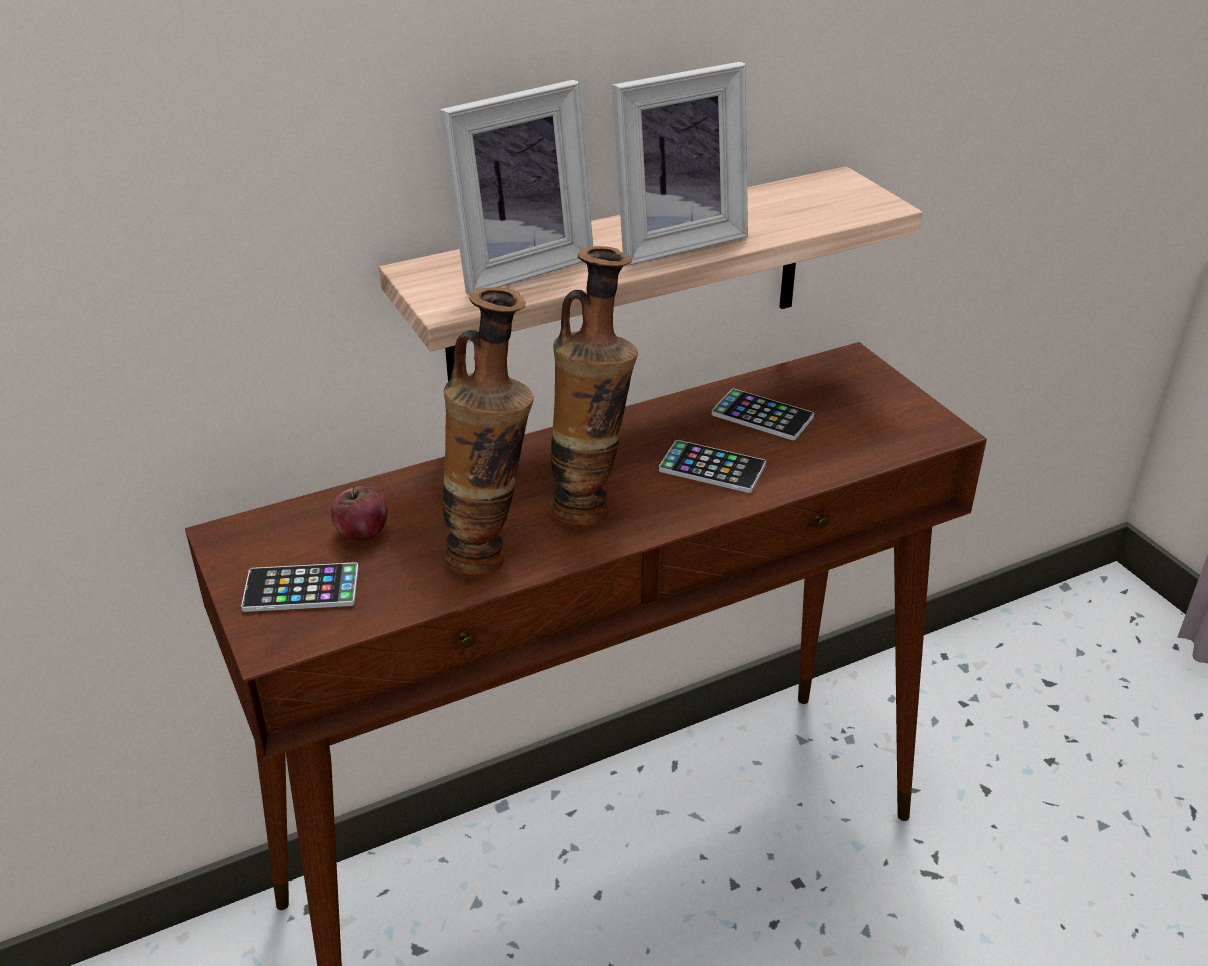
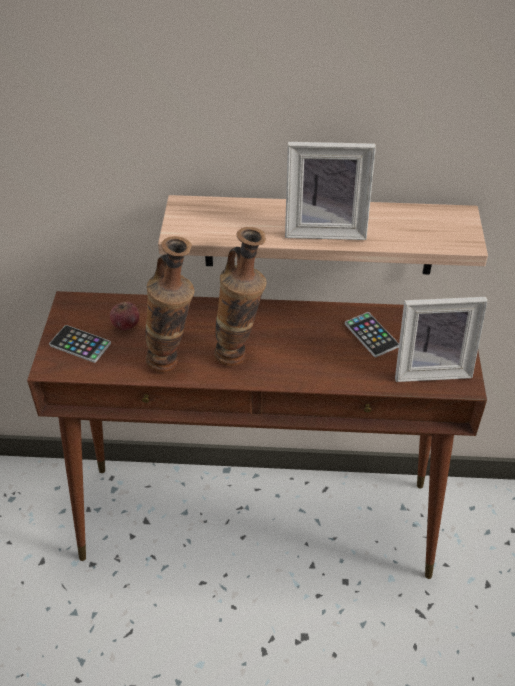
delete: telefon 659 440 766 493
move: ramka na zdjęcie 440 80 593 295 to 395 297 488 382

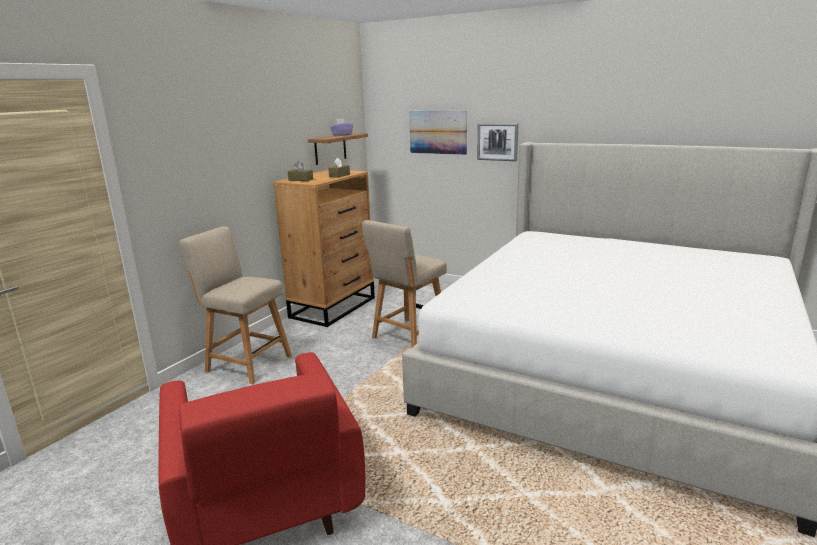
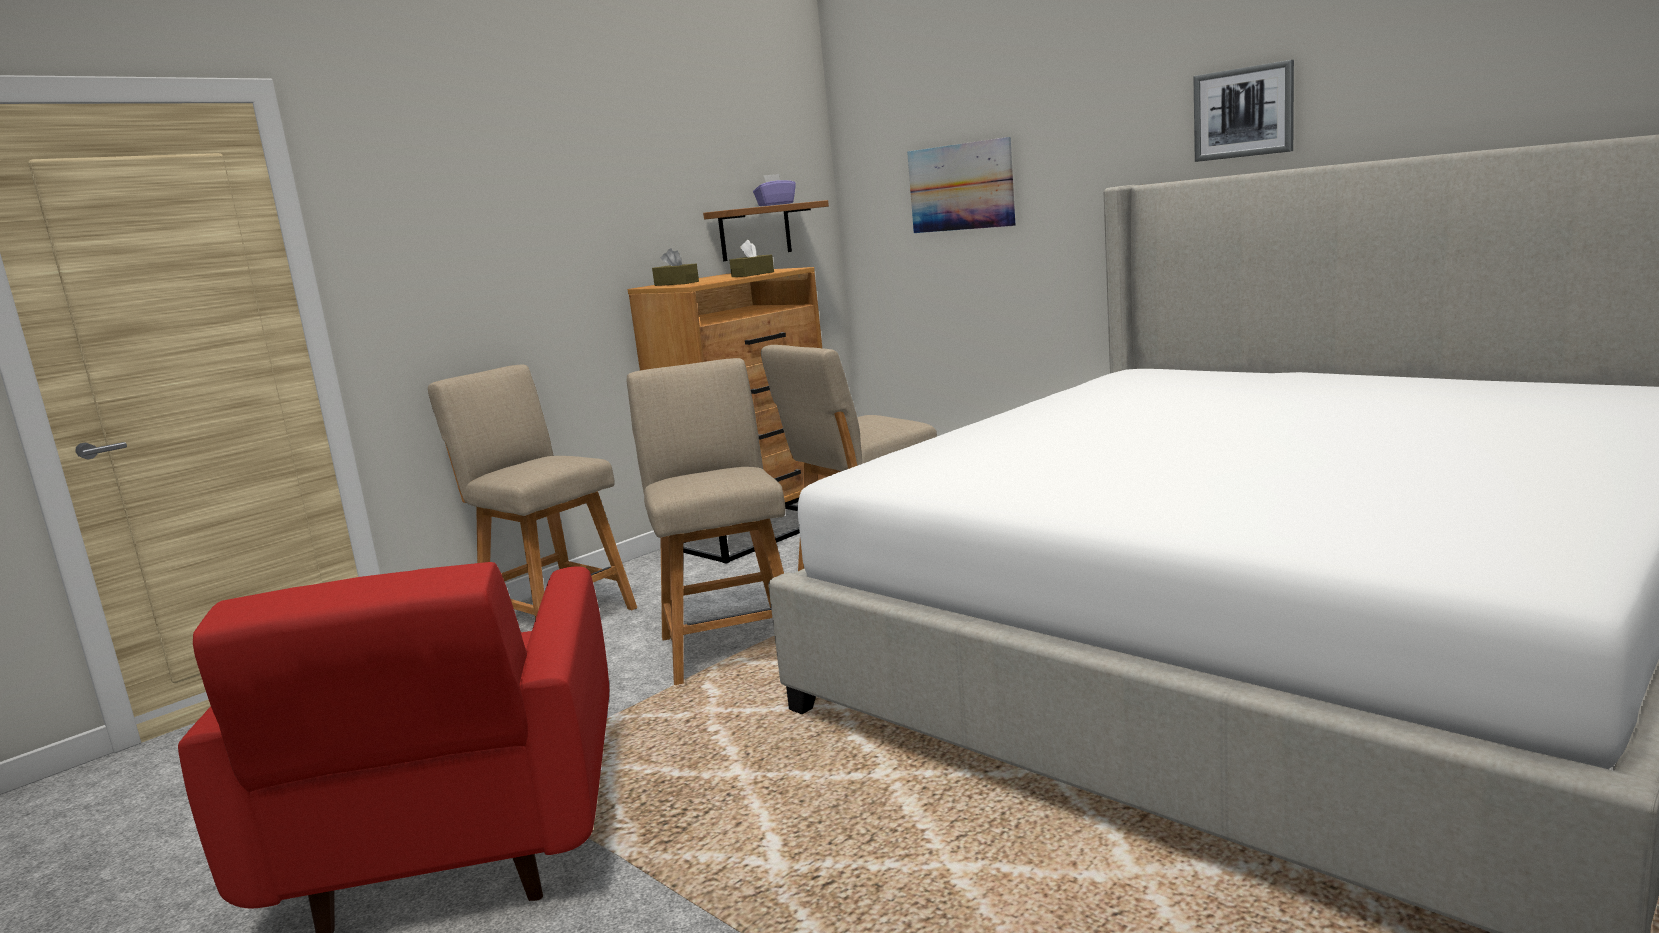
insert: krzesło (beżowy) 626 358 785 685
move: obraz 477 123 519 161 to 1194 60 1294 162

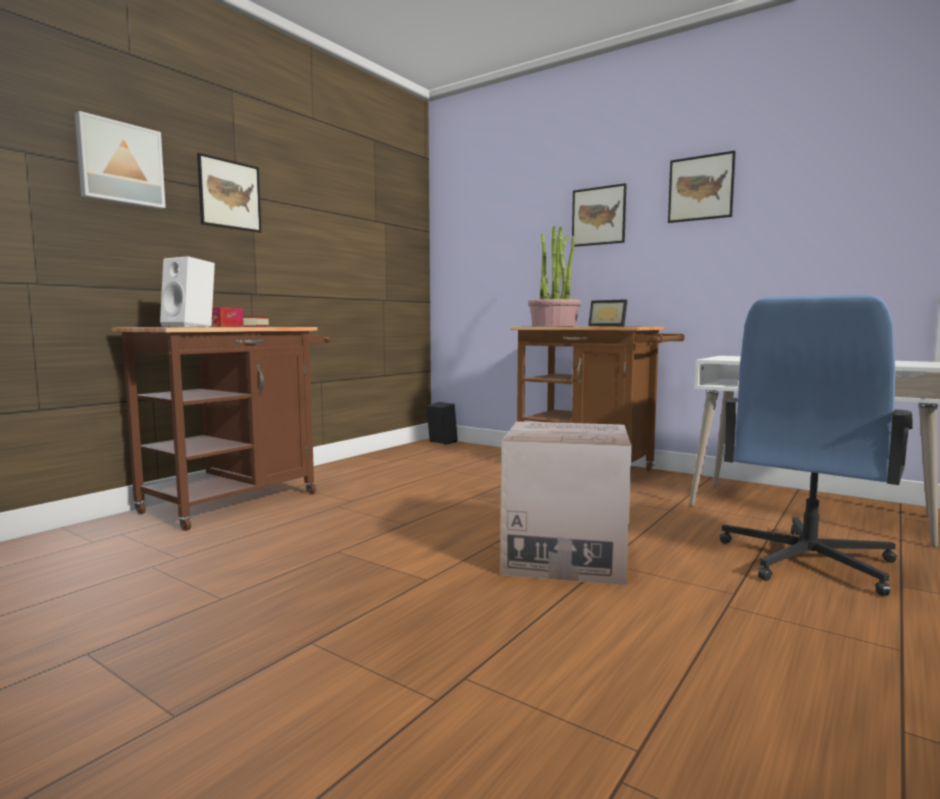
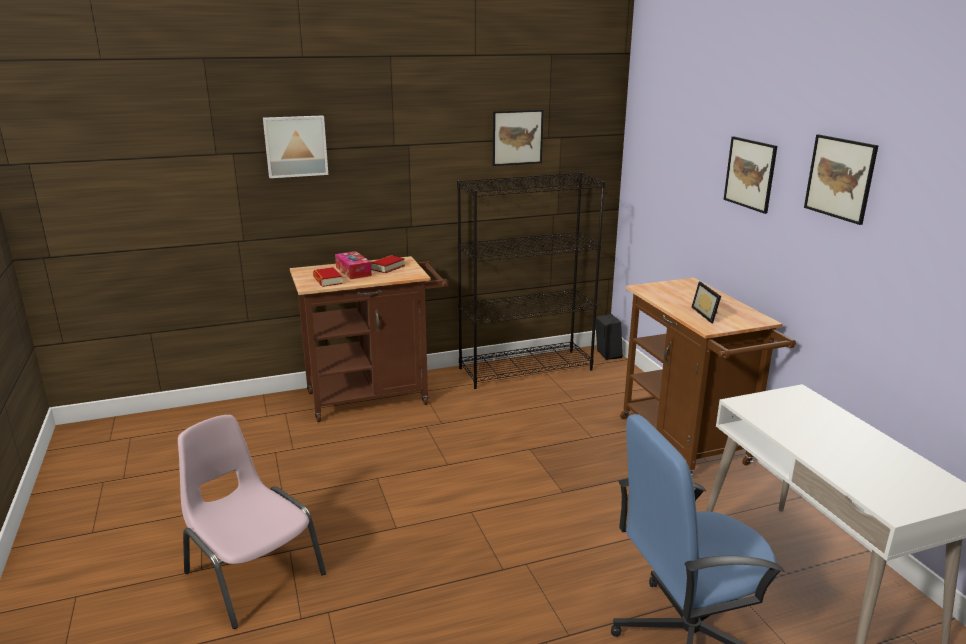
delete: karton 500 421 632 586; roślina doniczkowa 528 226 581 326
insert: krzesło (różowy) 178 415 326 629; regał (czarny) 457 172 605 389
move: obraz 197 153 262 233 to 493 110 544 166
replace: głośnik (biały) 160 256 215 327 to książka 313 267 342 287

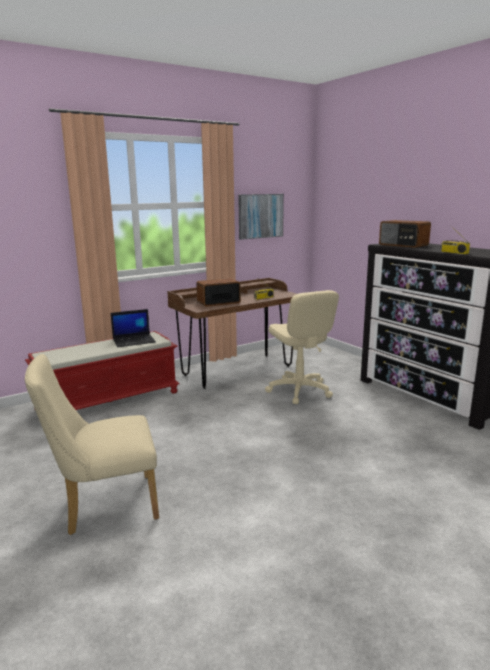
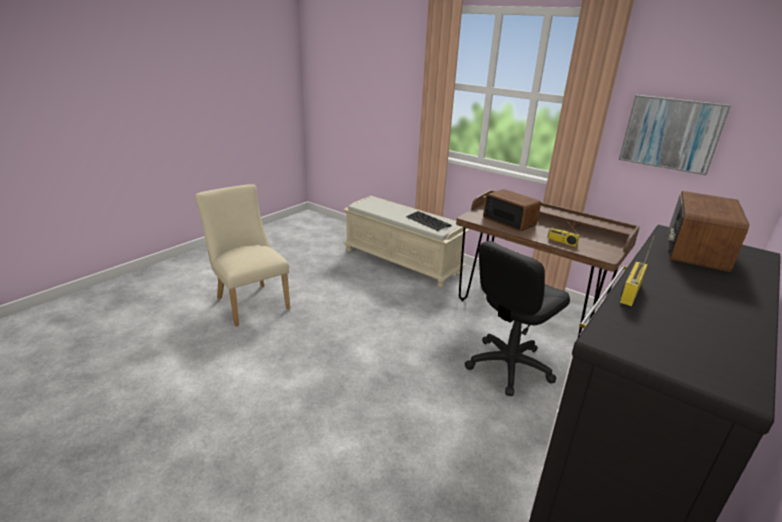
replace: laptop 111 309 156 347 to klawiatura 406 211 452 231
recolor: ławka (czerwony) 25 331 180 411 to ławka (beżowy) 343 196 470 288; krzesło biurowe (beżowy) 265 290 339 404 to krzesło biurowe (czarny) 465 241 570 396

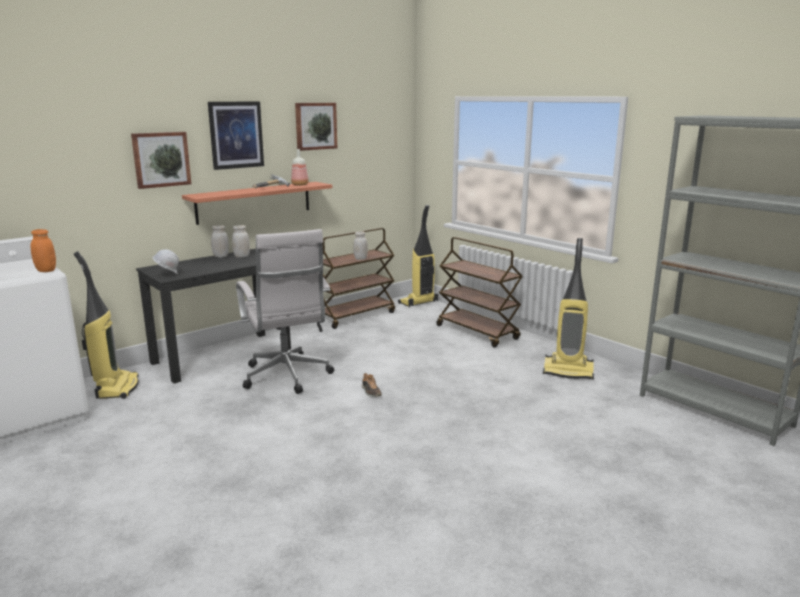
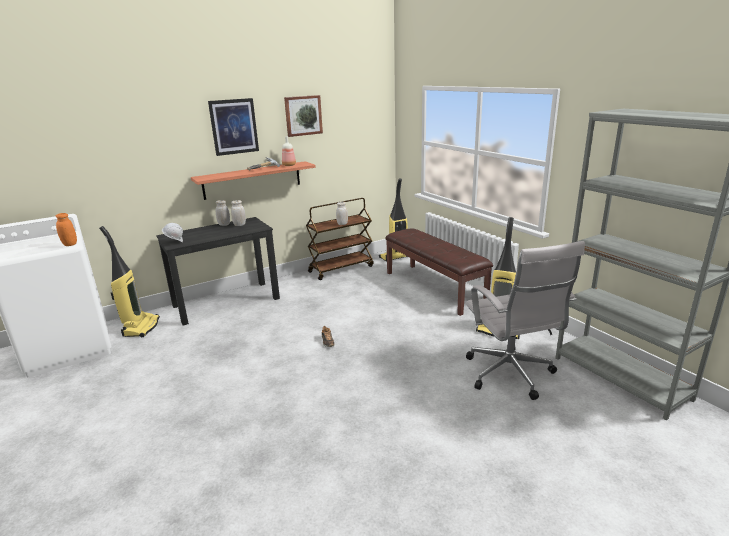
delete: obraz 131 132 191 189
move: krzesło biurowe (biały) 236 229 334 394 to 466 241 585 400
replace: wózek (brązowy) 436 237 523 348 to ławka (brązowy) 385 229 493 316

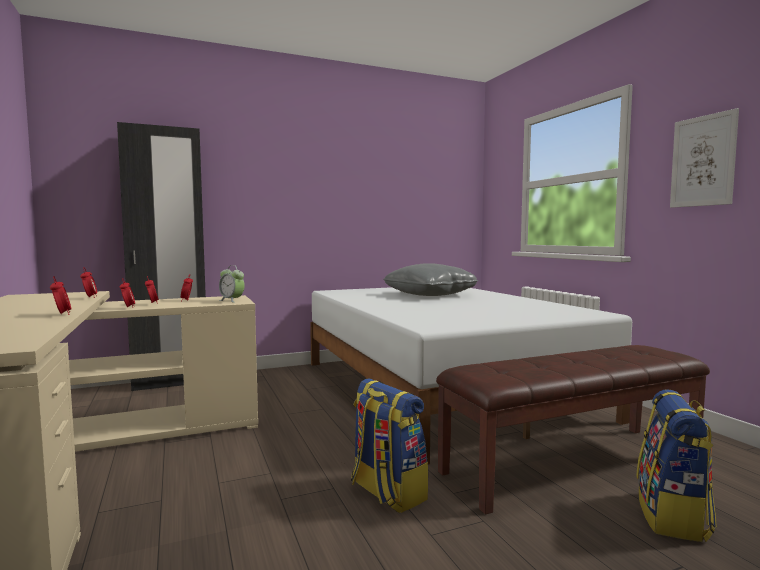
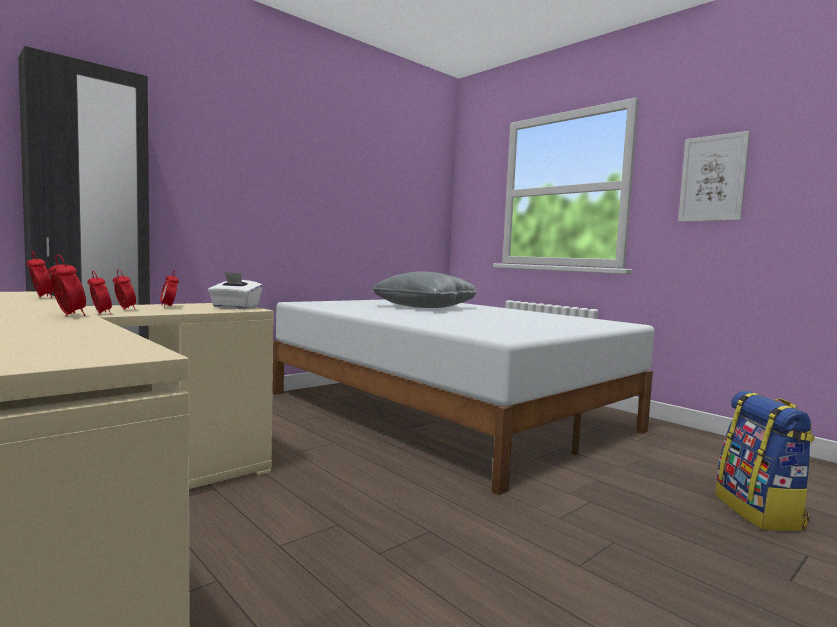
delete: plecak 351 378 428 513; ławka (brązowy) 436 345 710 515
replace: budzik 219 265 245 303 to pudełko chusteczek (biały) 208 272 263 309

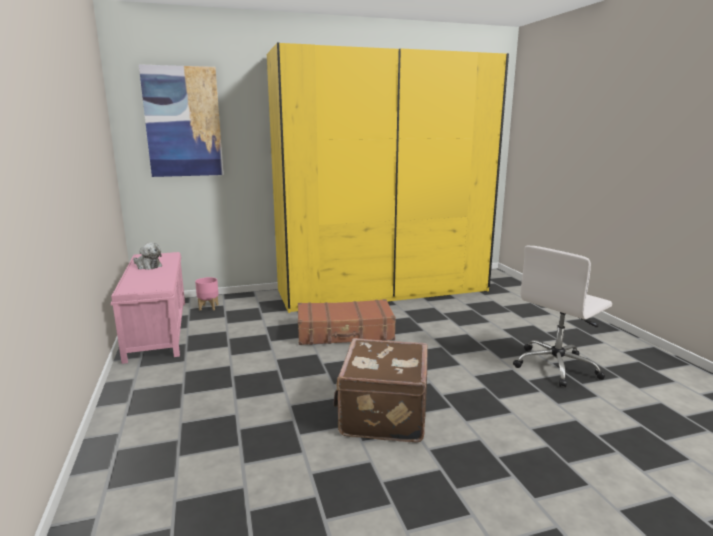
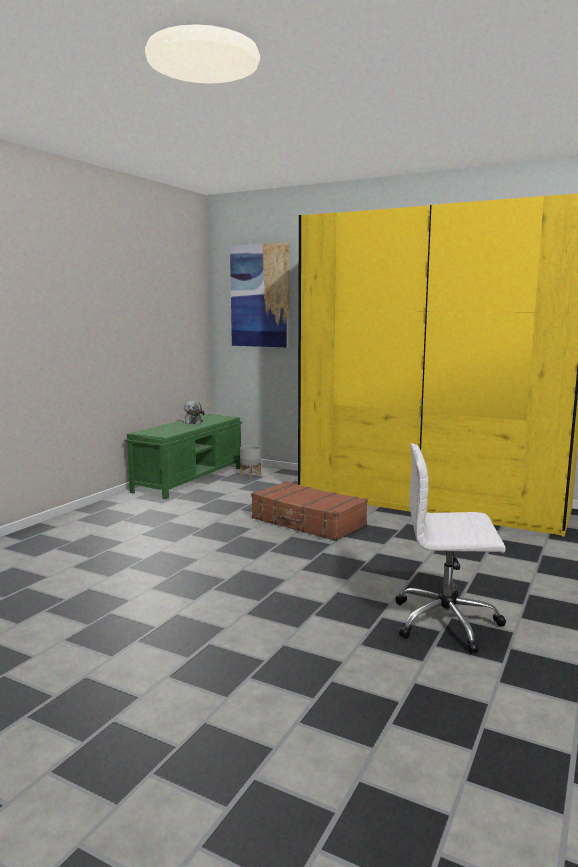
delete: walizka (brązowy) 333 338 428 443
recolor: ławka (różowy) 111 252 185 364 to ławka (zielony) 125 414 242 499; donica (różowy) 195 277 219 311 to donica (szary) 240 445 261 478

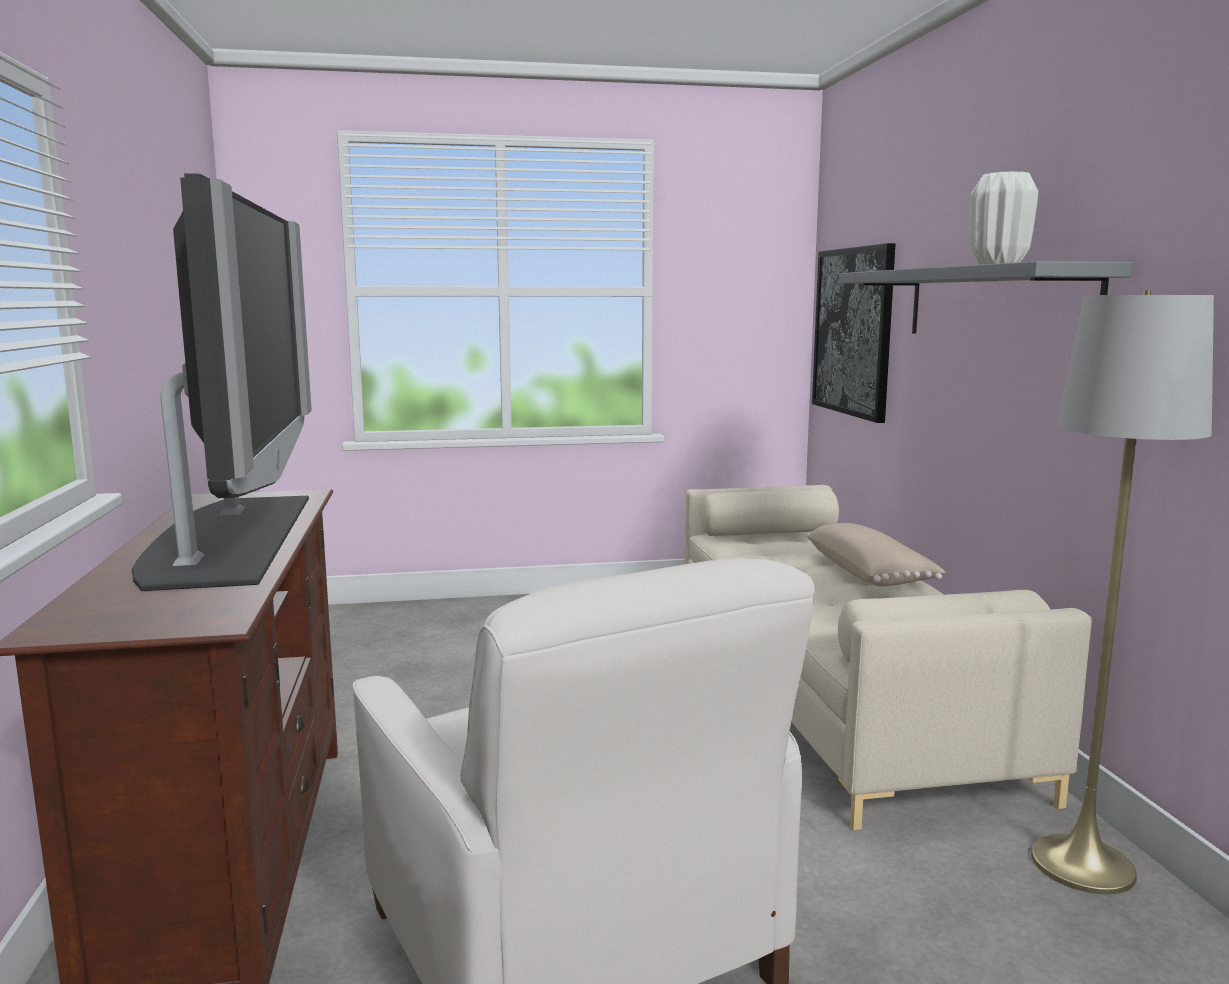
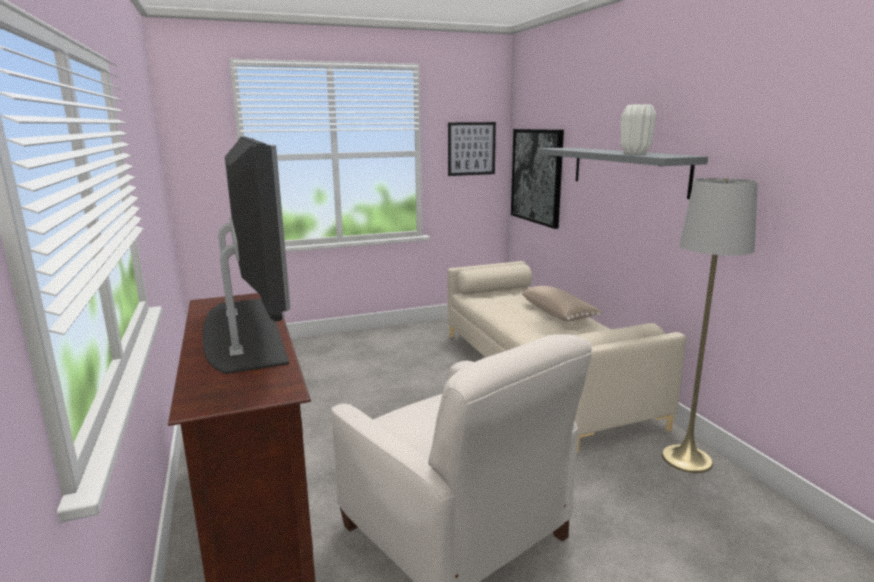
insert: obraz 448 122 496 176

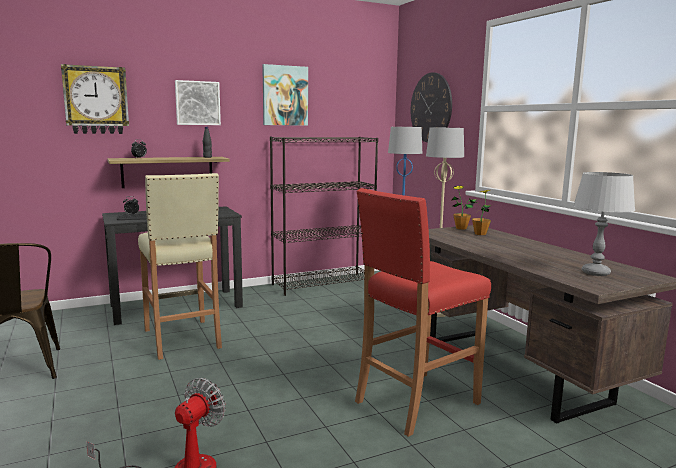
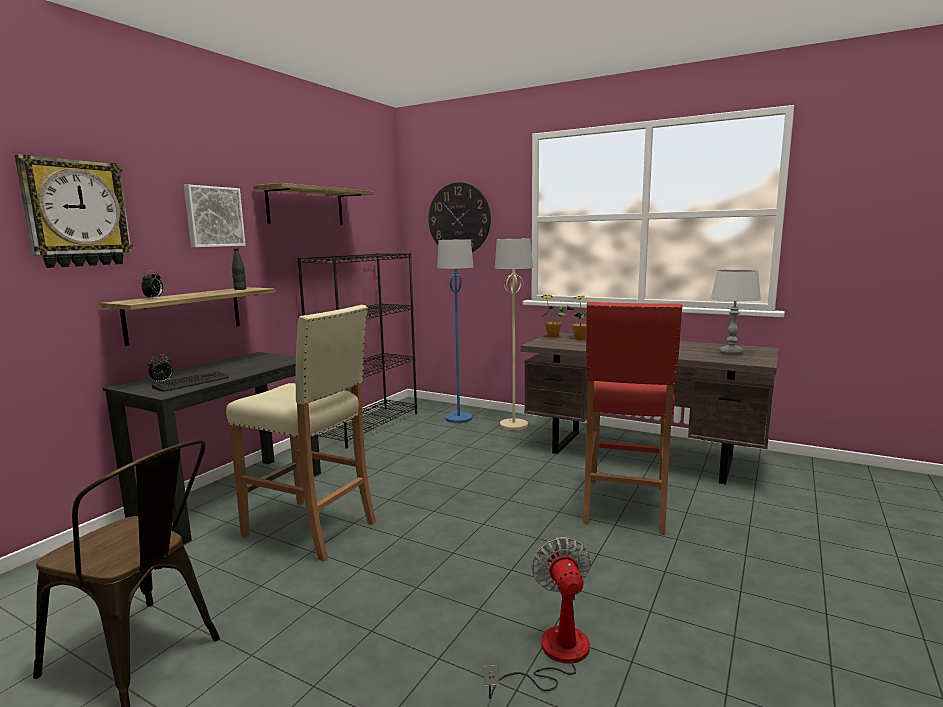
replace: obraz 262 64 308 126 to półka 253 183 374 224

